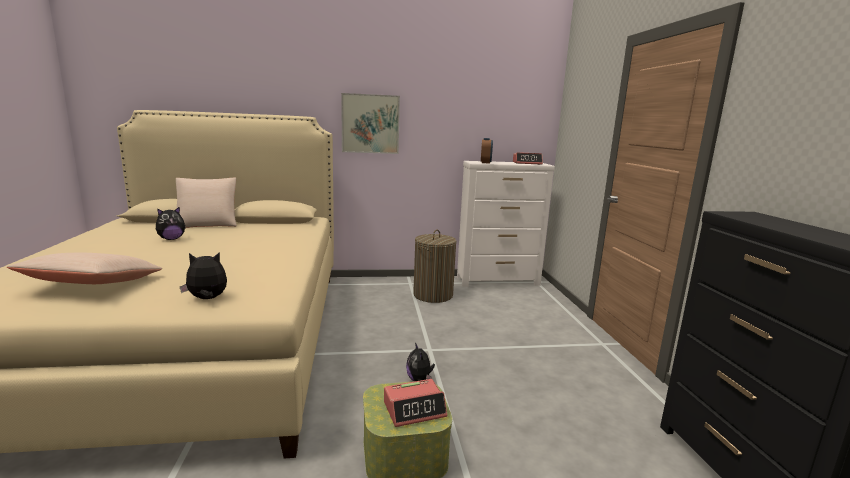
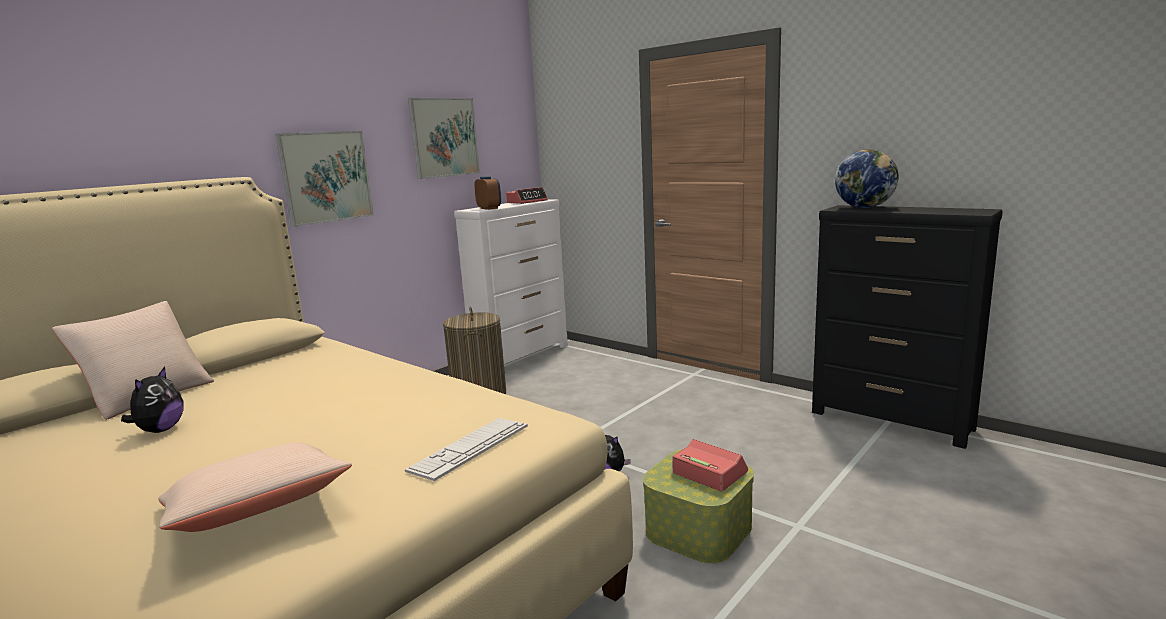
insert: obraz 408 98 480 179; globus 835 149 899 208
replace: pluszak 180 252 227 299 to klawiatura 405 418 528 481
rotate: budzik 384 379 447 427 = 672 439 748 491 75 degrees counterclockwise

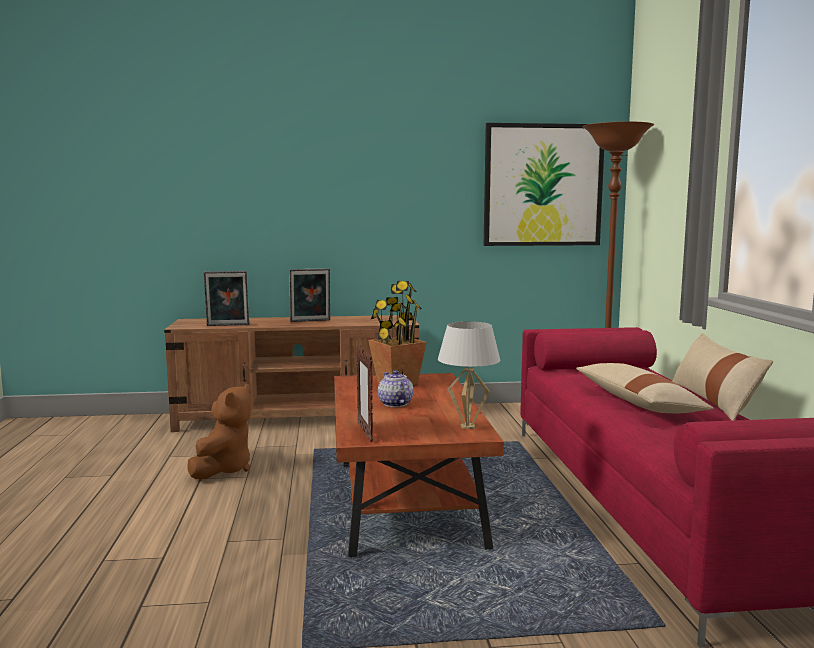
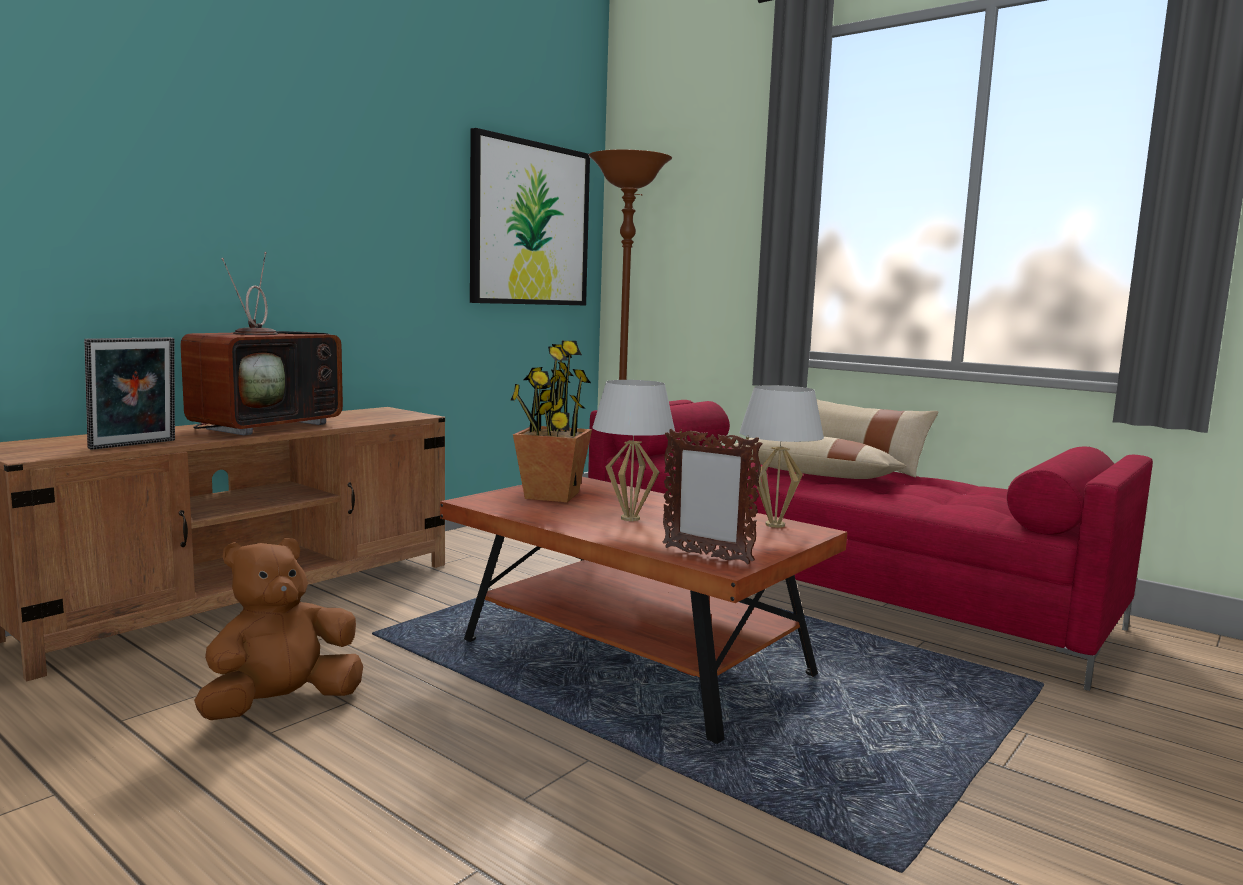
replace: ramka na zdjęcie 289 268 330 322 to telewizor 180 252 343 435; imbryk 378 370 413 407 to lampa stołowa (biały) 592 380 675 521
rotate: pluszak (brązowy) 187 384 251 479 = 194 538 363 720 105 degrees counterclockwise

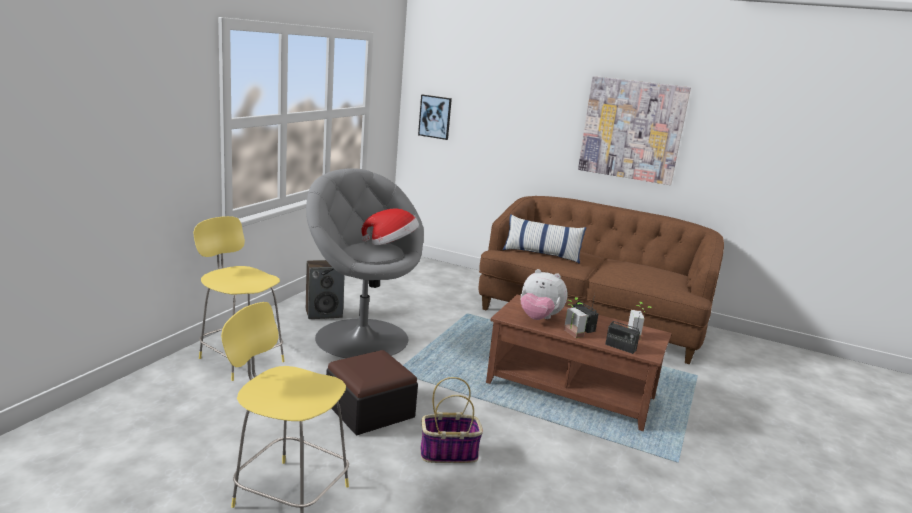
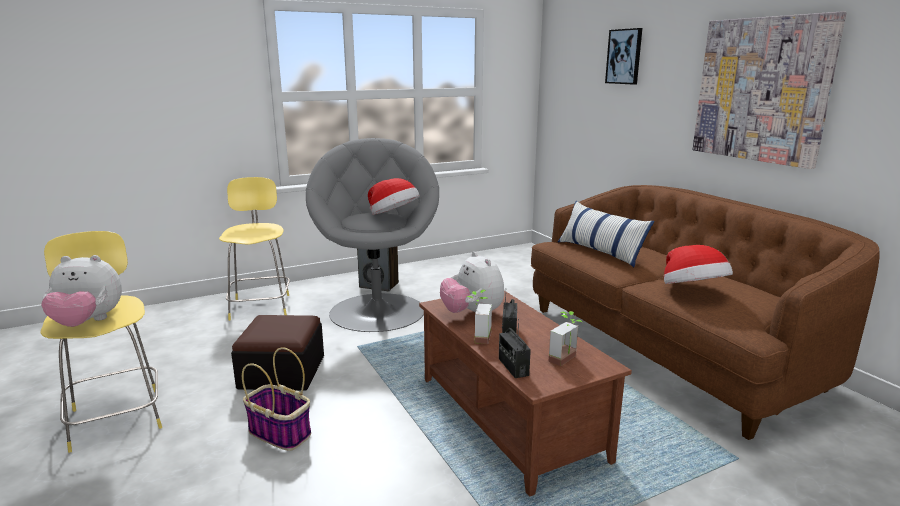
insert: pluszak 41 255 122 327; kapelusz 664 245 733 284
move: obraz 418 94 452 140 to 605 28 642 85

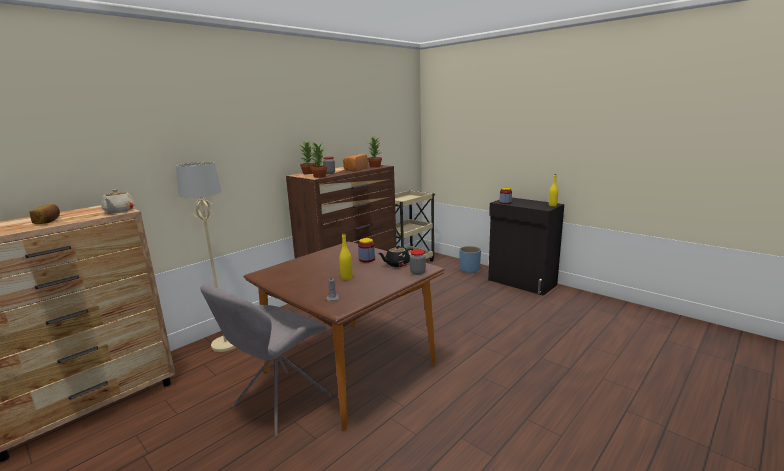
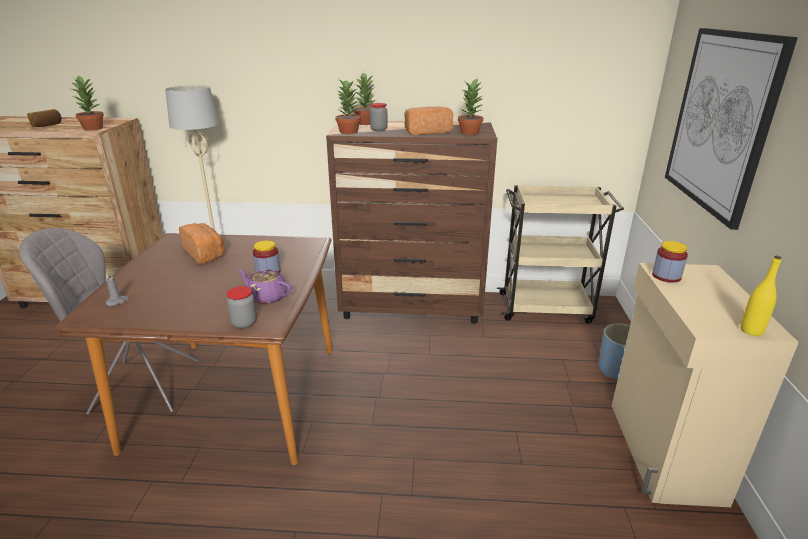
delete: butelka (żółty) 339 233 353 280
insert: chleb 179 223 224 264; obraz 665 28 798 230
replace: imbryk (beżowy) 101 189 135 213 to roślina doniczkowa 72 76 104 131
recolor: imbryk (czarny) 378 245 414 267 to imbryk (fioletowy) 238 269 292 304; szafka (czarny) 488 198 564 295 to szafka (beżowy) 612 263 799 507

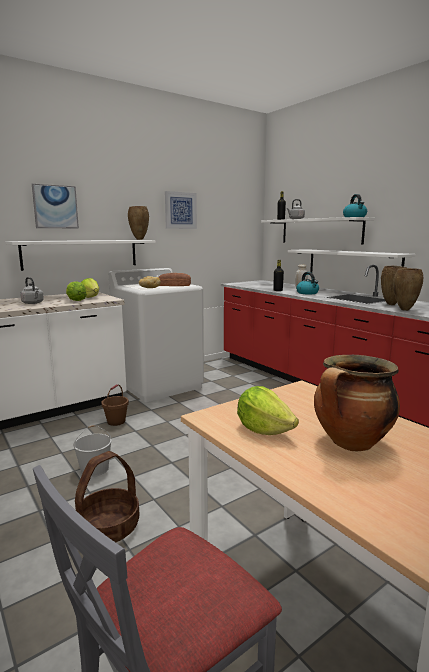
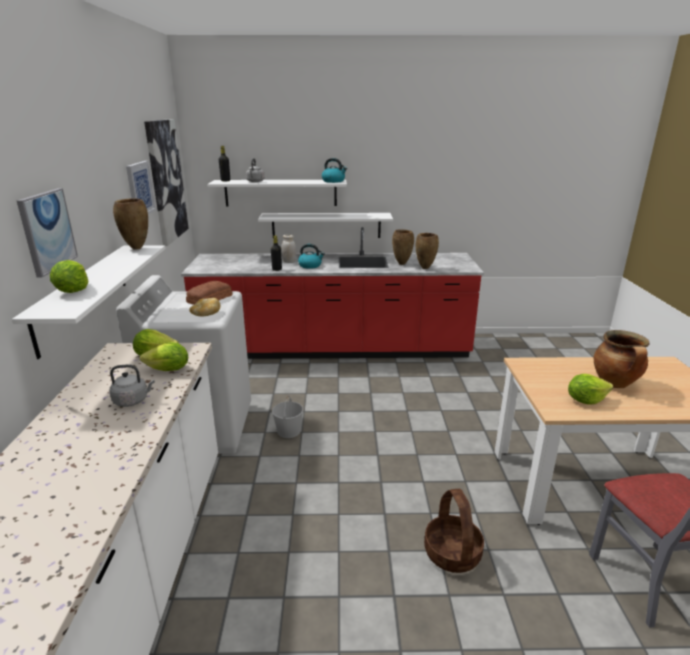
delete: wiadro (brązowy) 101 384 129 426
insert: sałata 50 260 89 293; obraz 144 119 189 246
move: wiadro (biały) 73 425 112 477 to 272 395 303 438

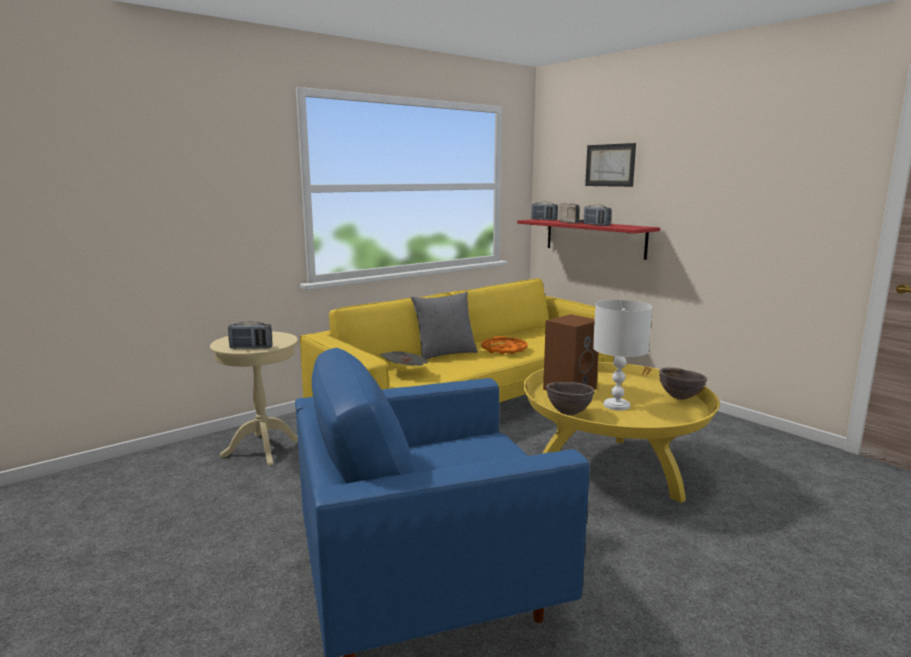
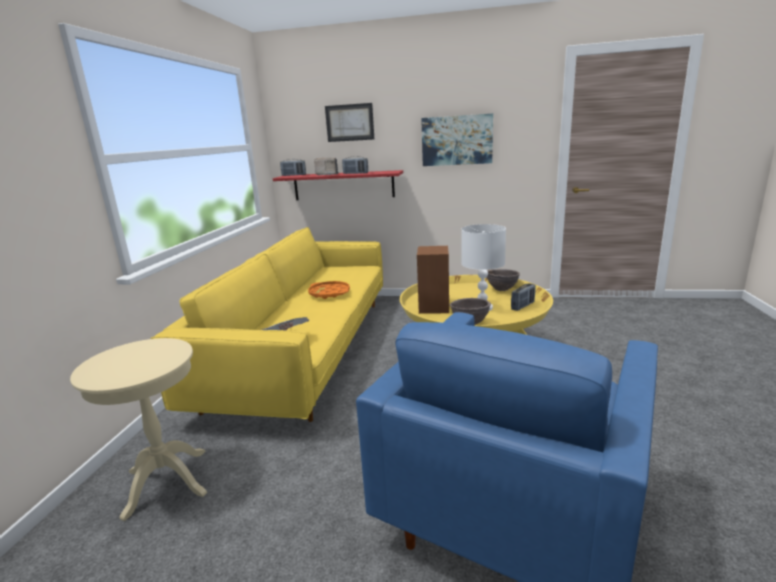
delete: poduszka (szary) 411 291 478 359
insert: obraz 421 114 493 166
move: radio 228 321 272 349 to 511 283 535 311

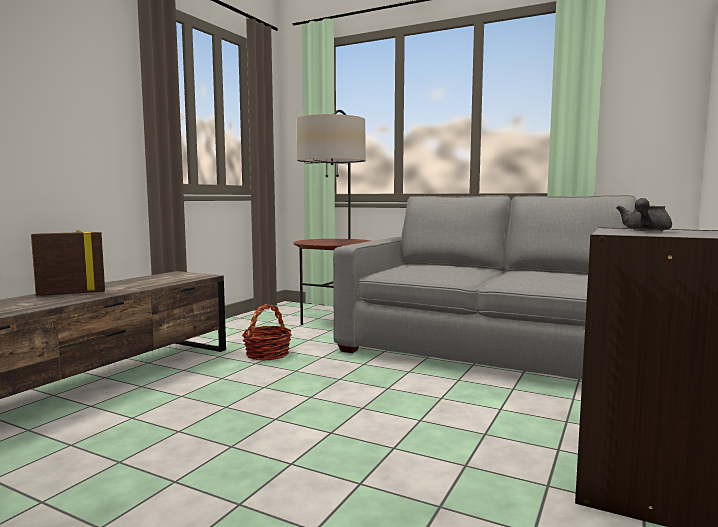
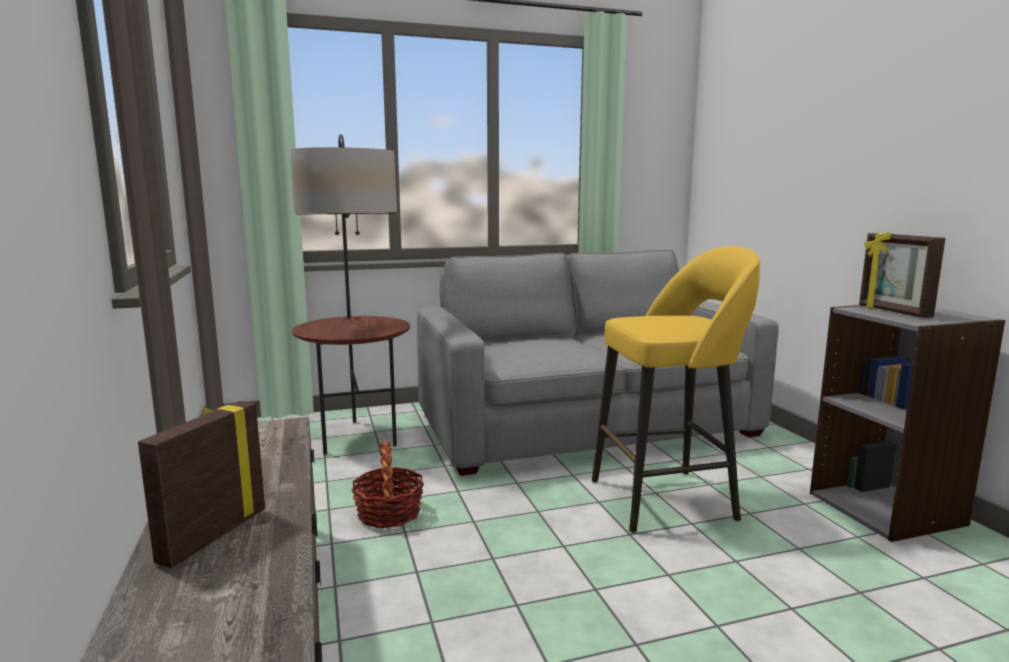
insert: stołek (żółty) 592 246 760 533
replace: imbryk (szary) 617 198 672 231 to ramka na zdjęcie 859 231 945 318

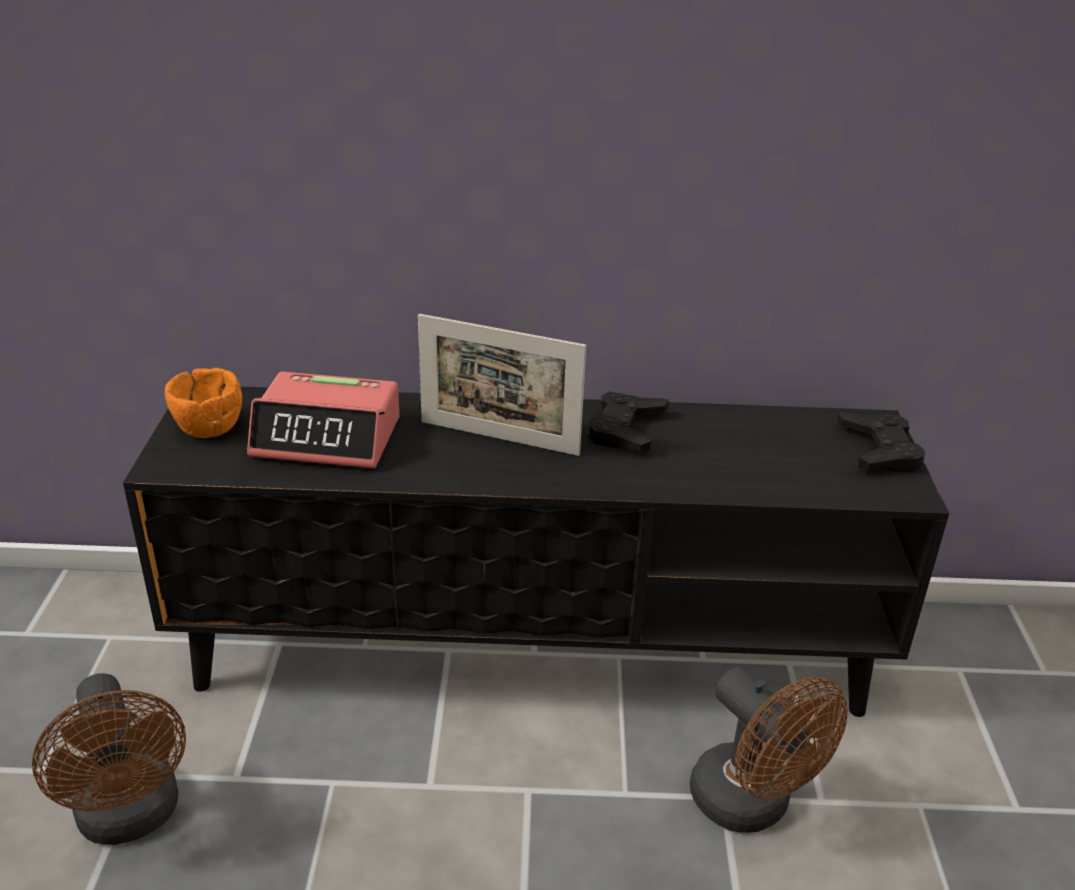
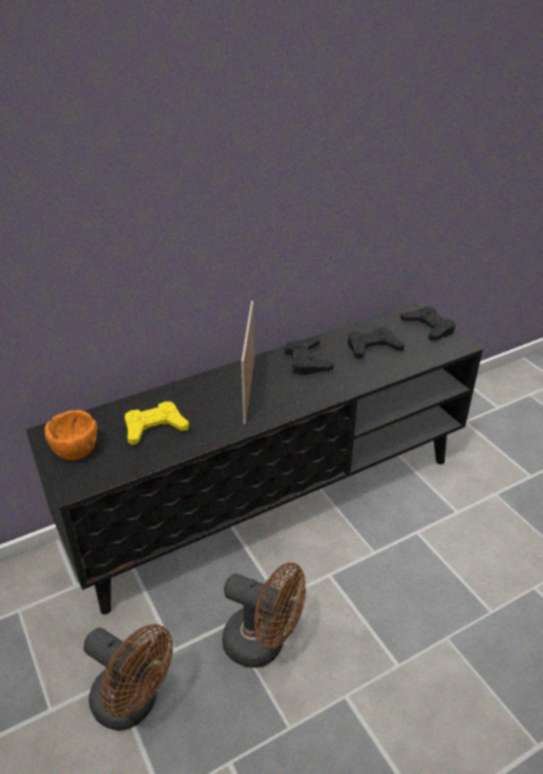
insert: pad do gier (czarny) 348 327 404 359
move: wentylator (brązowy) 690 667 848 833 to 222 562 306 668
replace: budzik 247 371 399 468 to pad do gier (żółty) 125 401 189 445
rotate: ramka na zdjęcie 418 314 586 456 = 241 301 254 424 105 degrees clockwise

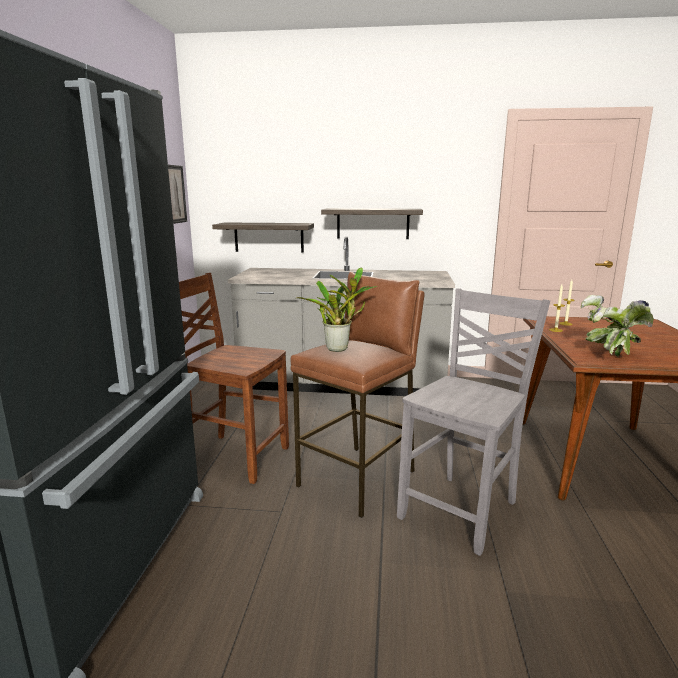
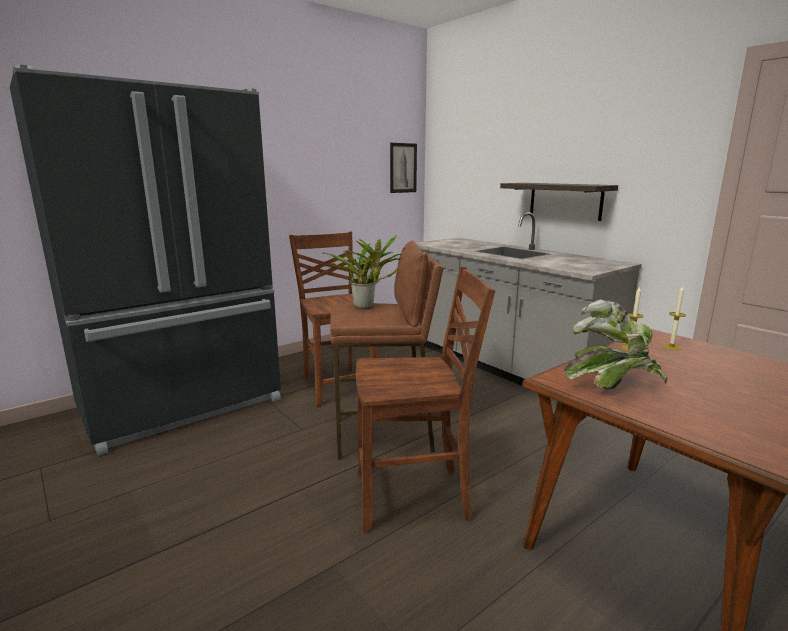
delete: półka 212 222 314 253
recolor: krzesło (szary) 397 288 550 556 to krzesło (brązowy) 356 267 495 532

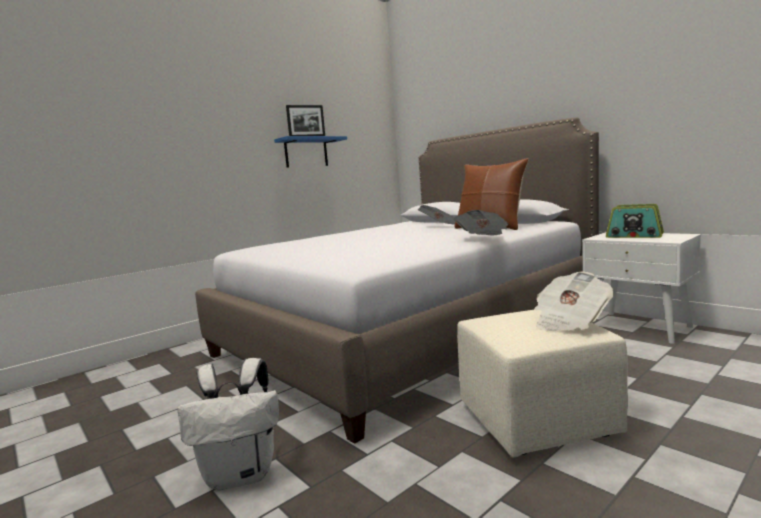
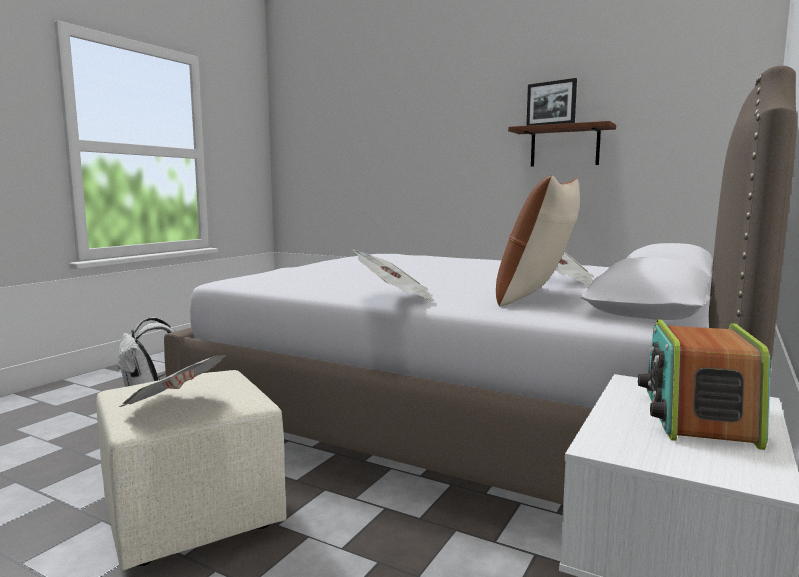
recolor: półka (niebieski) 274 136 347 168 to półka (brązowy) 508 121 616 167

